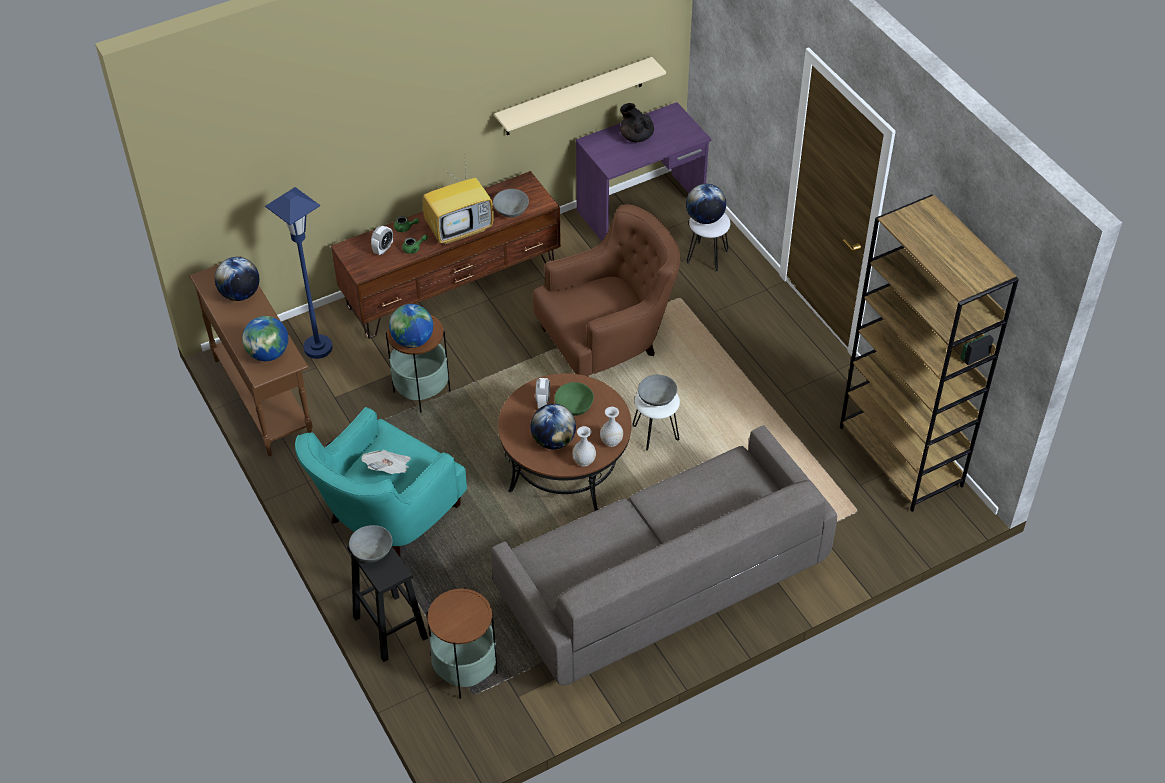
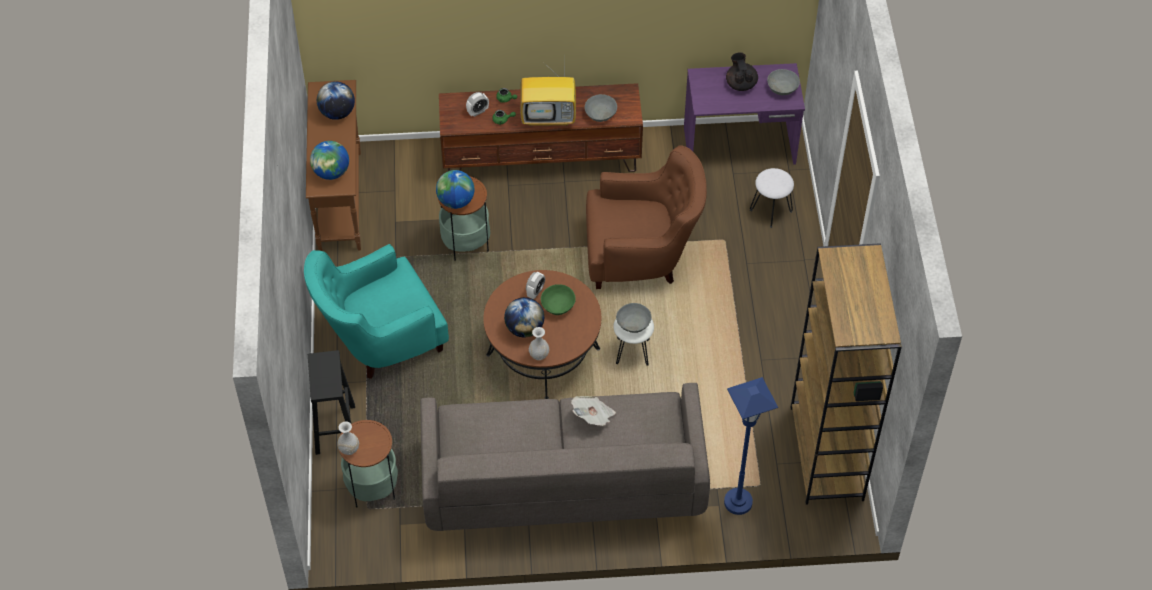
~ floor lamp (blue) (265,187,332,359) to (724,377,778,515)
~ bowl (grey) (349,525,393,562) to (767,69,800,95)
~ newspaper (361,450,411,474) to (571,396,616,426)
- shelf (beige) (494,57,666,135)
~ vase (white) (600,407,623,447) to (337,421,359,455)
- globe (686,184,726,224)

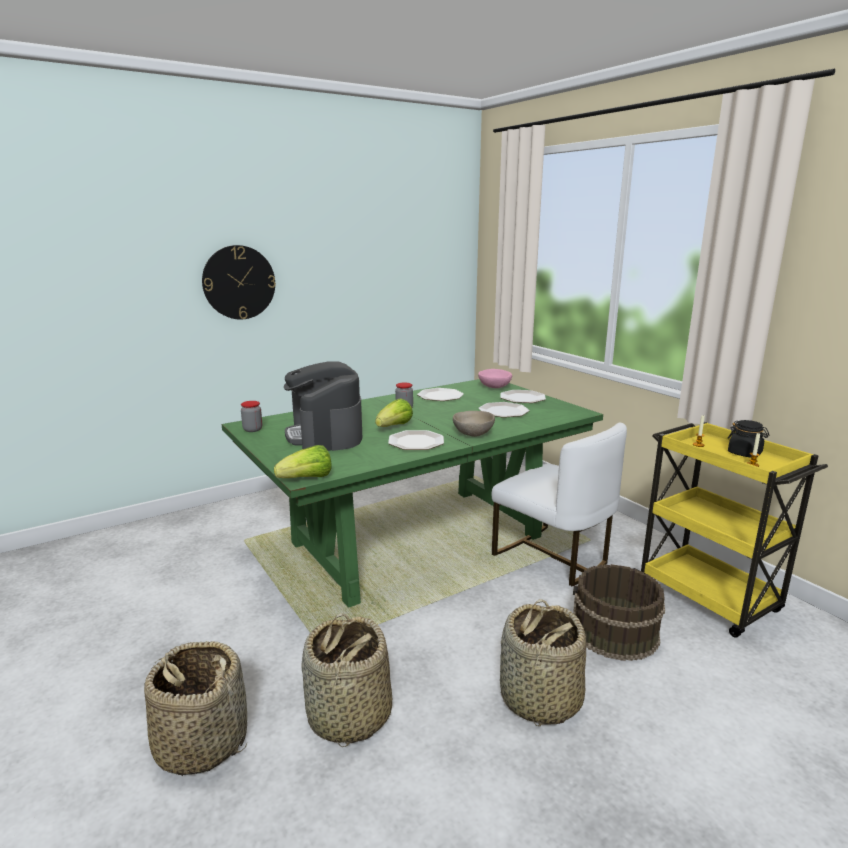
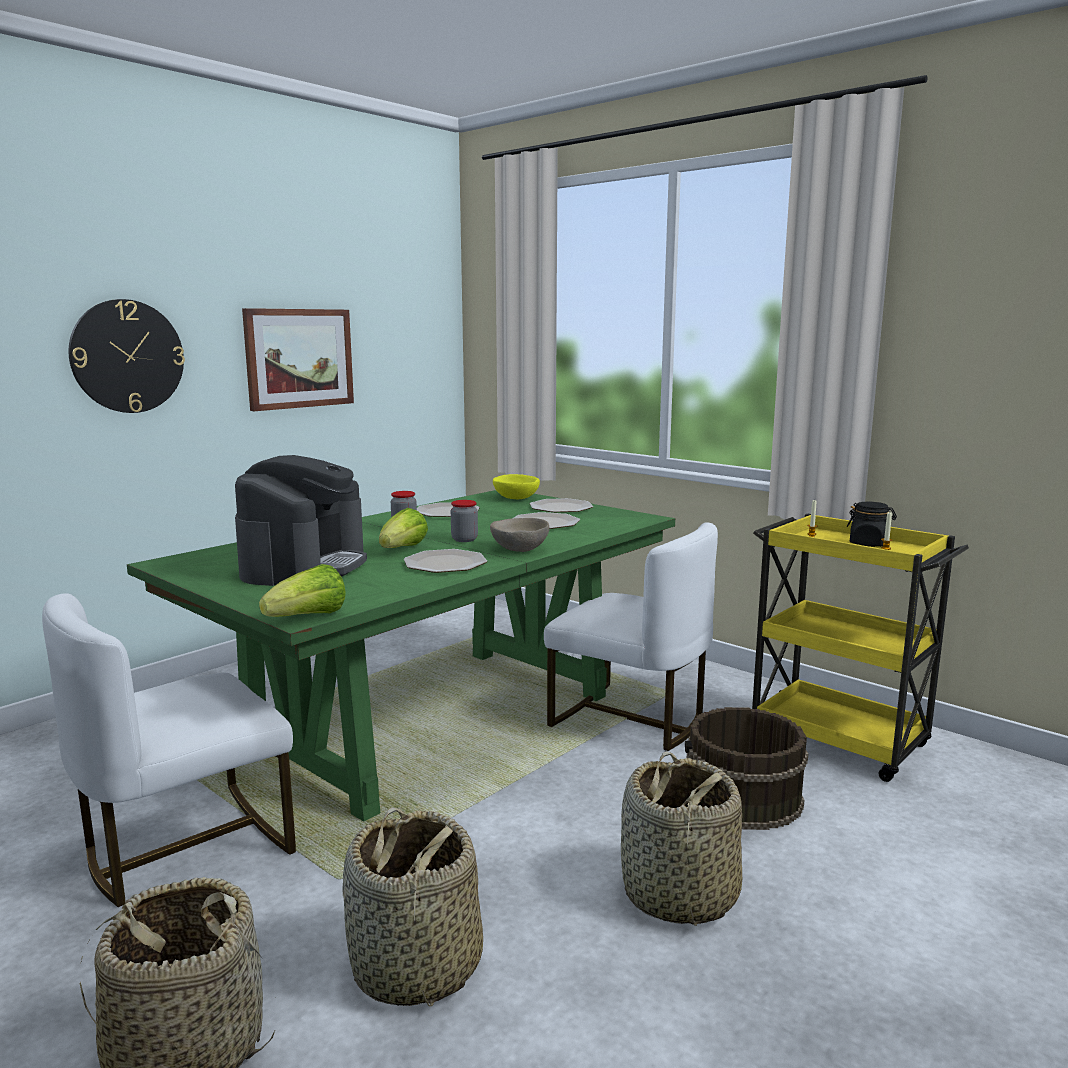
~ jar (241,401,262,432) to (451,500,478,542)
~ coffee machine (284,362,362,451) = (235,455,367,586) 135 degrees counterclockwise
~ bowl (pink) (478,369,512,388) to bowl (yellow) (493,474,540,499)
+ chair (white) (42,593,296,907)
+ picture (242,308,354,411)

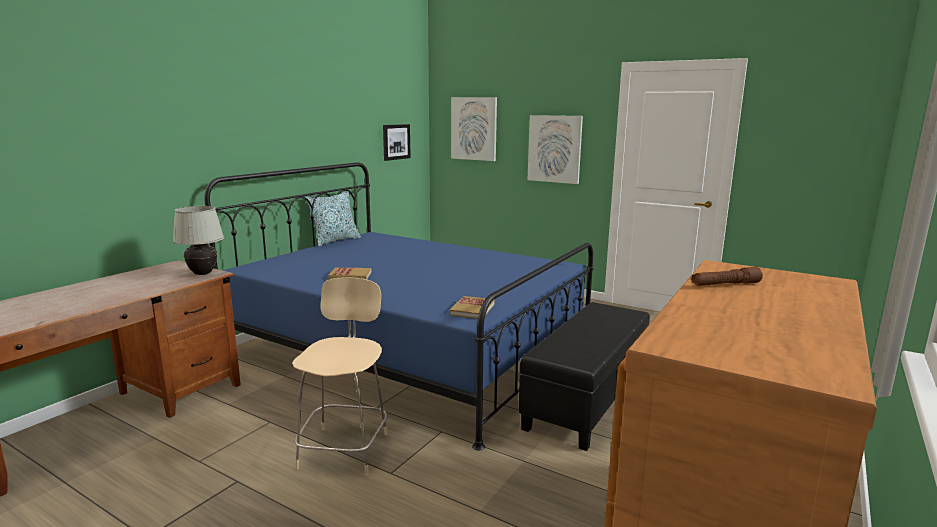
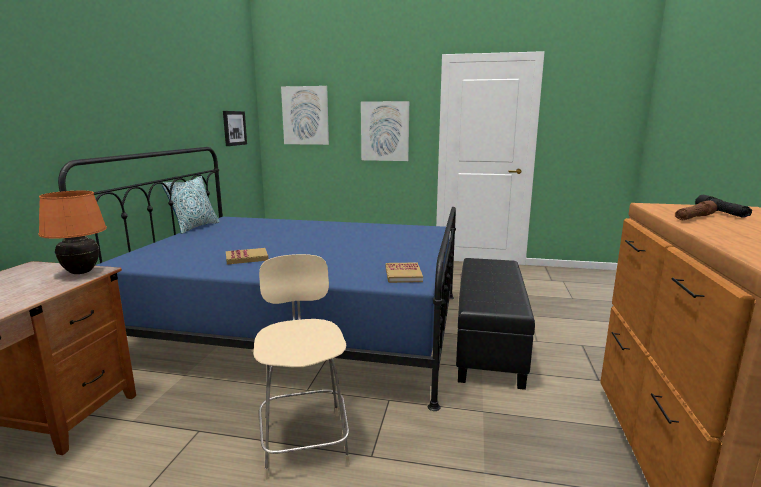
~ table lamp (white) (173,206,224,275) to table lamp (orange) (38,191,107,274)
+ flashlight (black) (695,195,752,218)

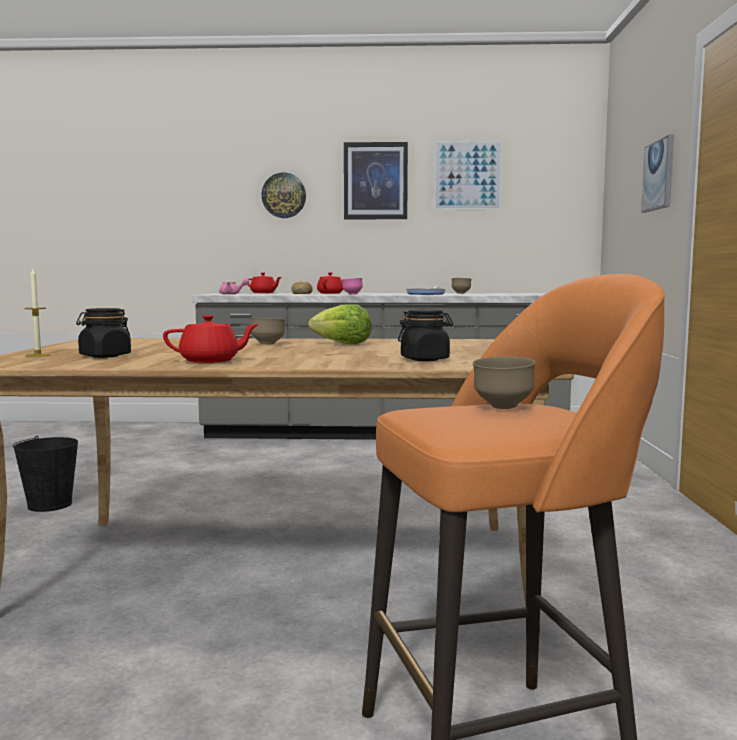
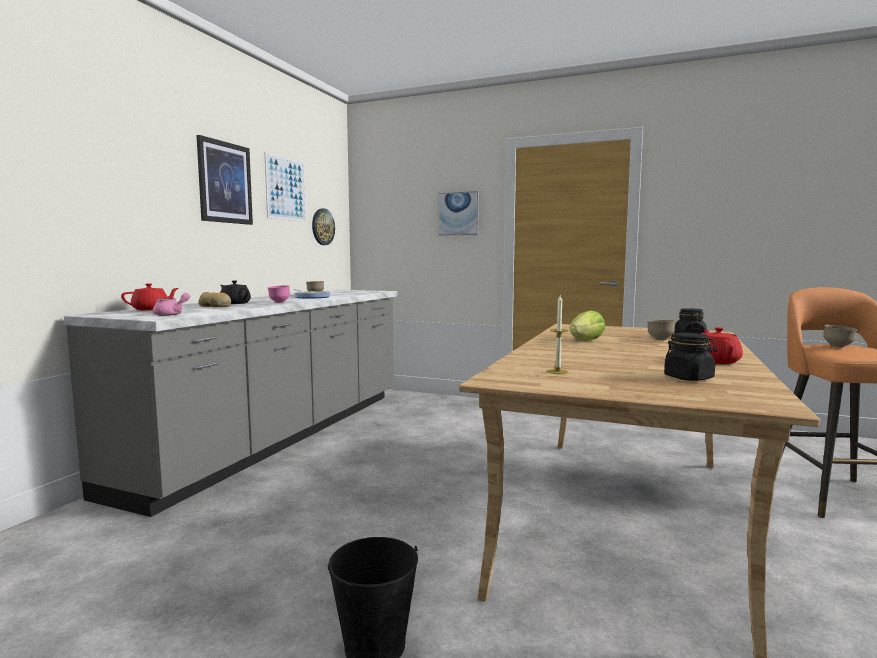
~ candle (24,269,51,357) to (547,295,569,374)
~ bowl (brown) (251,317,286,344) to (647,320,675,340)
~ wall clock (261,173,306,218) to (312,208,335,245)
~ teapot (red) (317,272,343,294) to teapot (black) (220,281,251,304)

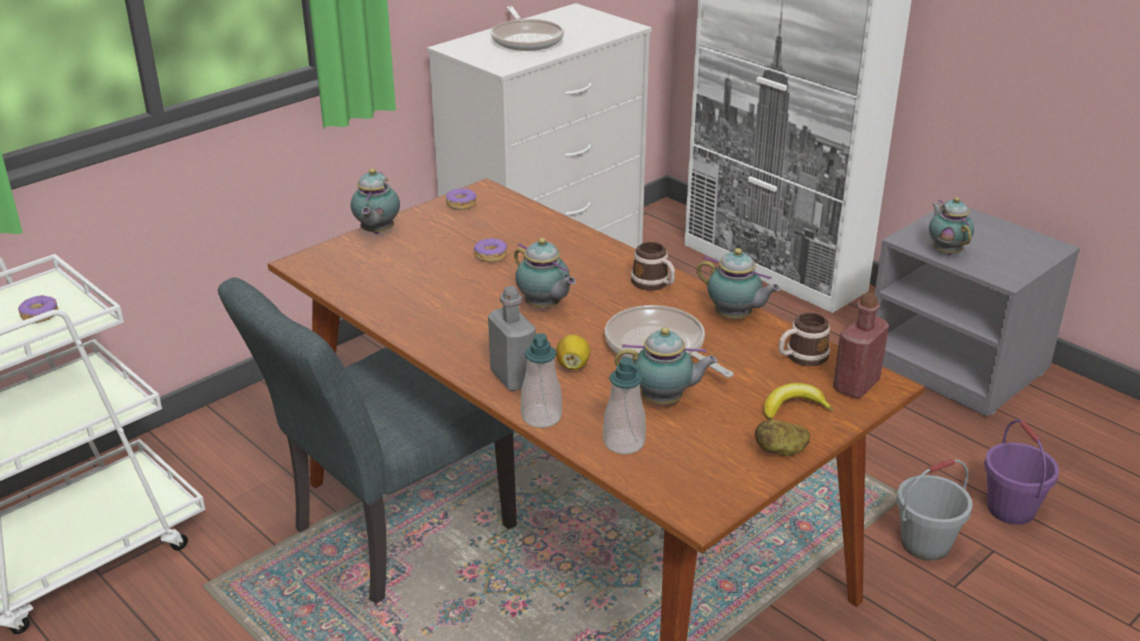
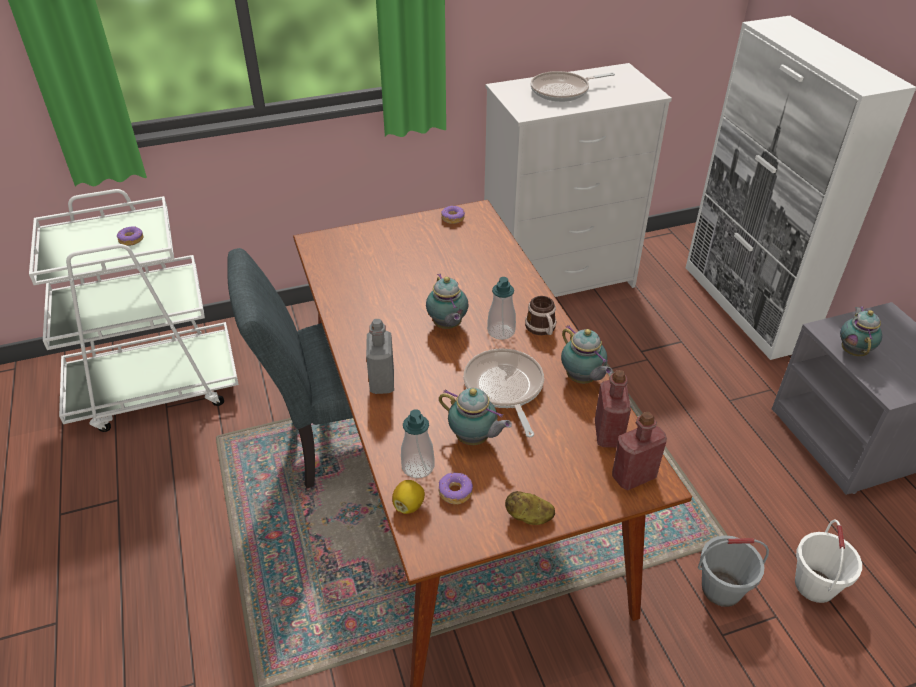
- teapot (351,168,400,234)
~ donut (473,237,507,262) to (439,472,473,504)
~ frying pan (491,6,564,51) = (530,71,615,102) 60 degrees clockwise
~ soap dispenser (521,333,562,428) to (487,277,516,340)
~ lemon (556,335,590,370) to (392,480,425,514)
- banana (764,383,833,420)
~ mug (778,312,830,366) to bottle (red) (595,370,631,448)
~ bucket (purple) (984,420,1059,525) to bucket (white) (795,520,862,603)

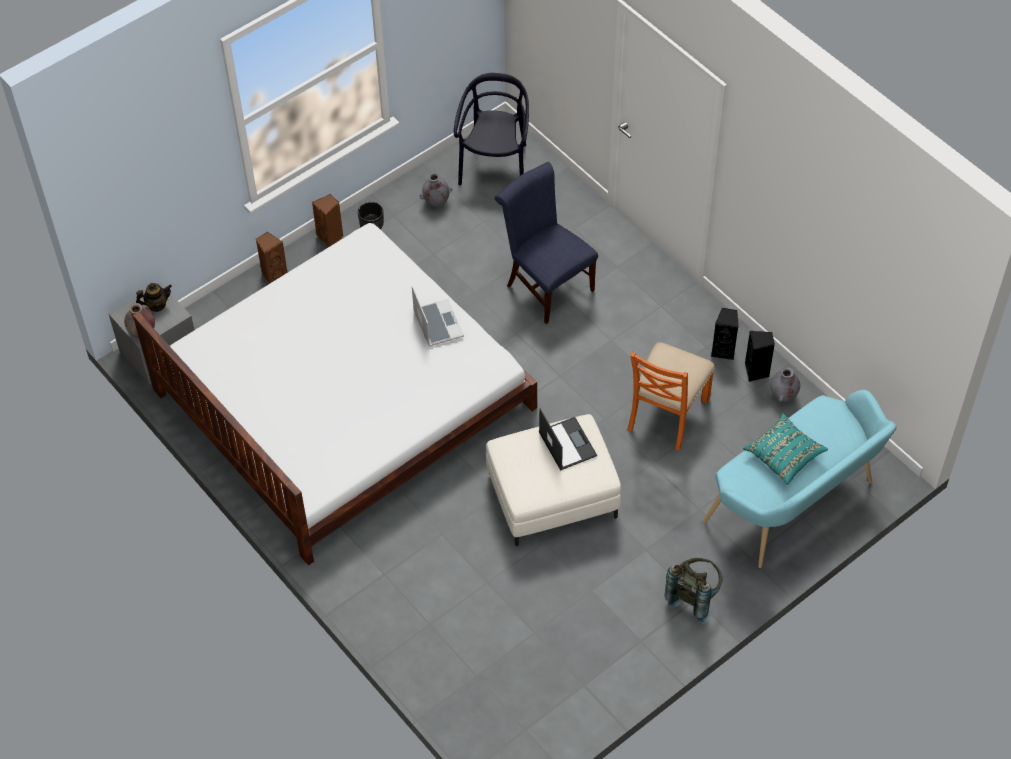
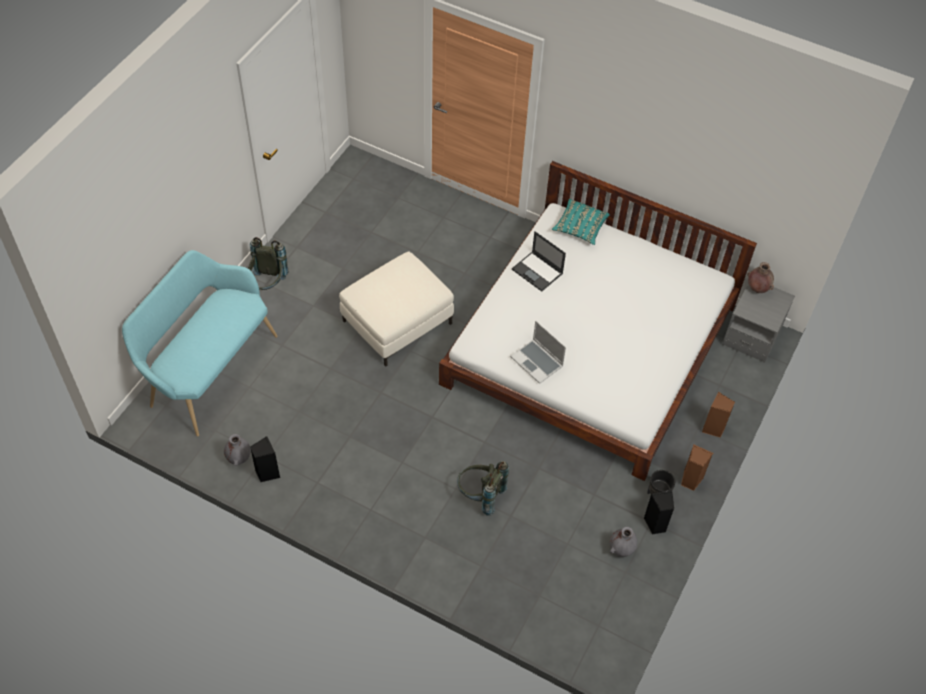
- teapot (136,283,172,312)
- chair (black) (454,73,529,186)
~ chair (blue) (495,162,598,324) to backpack (grey) (457,461,509,516)
~ laptop (539,408,597,471) to (512,231,566,292)
- chair (orange) (628,342,715,450)
~ speaker (black) (711,308,739,360) to (644,491,674,535)
~ pillow (turquoise) (743,413,828,485) to (552,199,610,245)

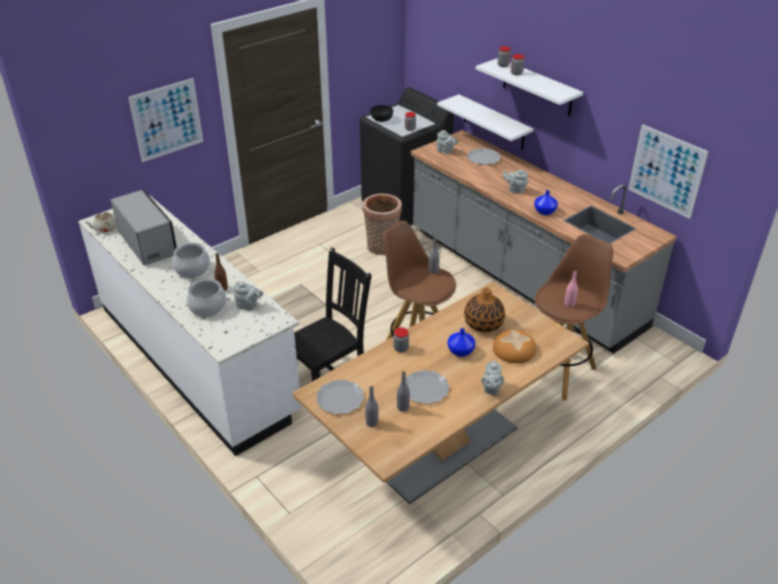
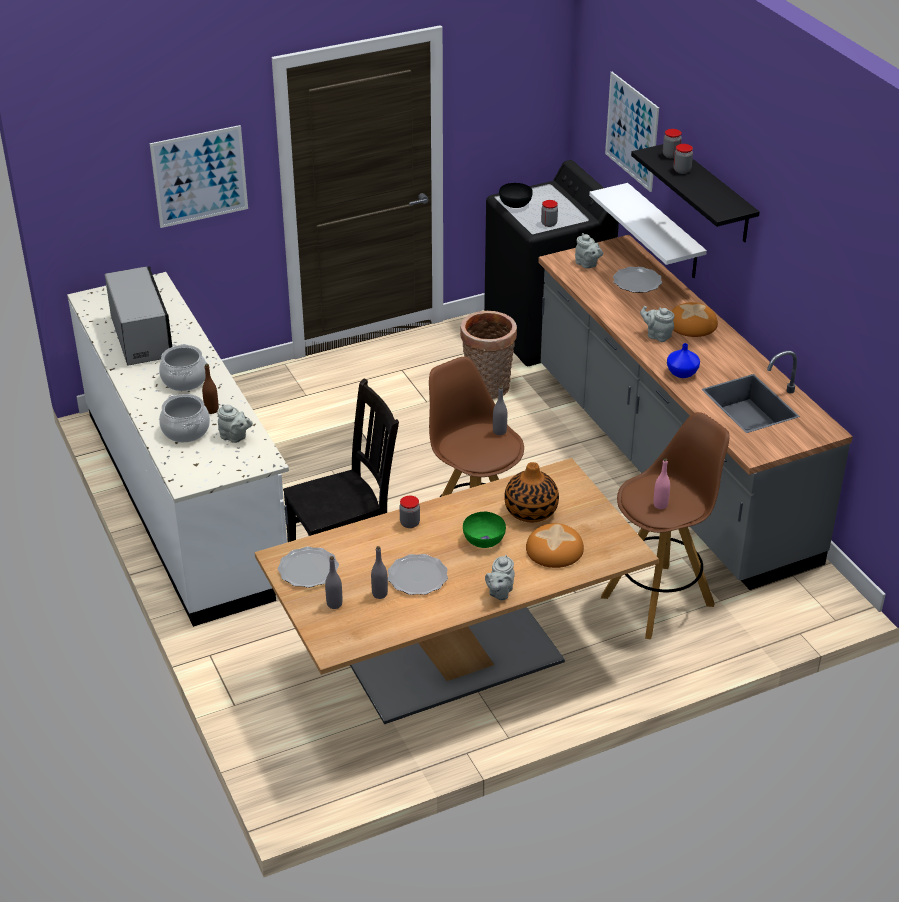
- teapot (beige) (84,212,117,232)
~ vase (blue) (448,328,475,357) to bowl (green) (463,512,506,548)
~ shelf (white) (476,58,583,116) to shelf (black) (631,144,760,242)
~ picture (628,124,709,219) to (605,72,659,192)
+ bread (671,302,718,337)

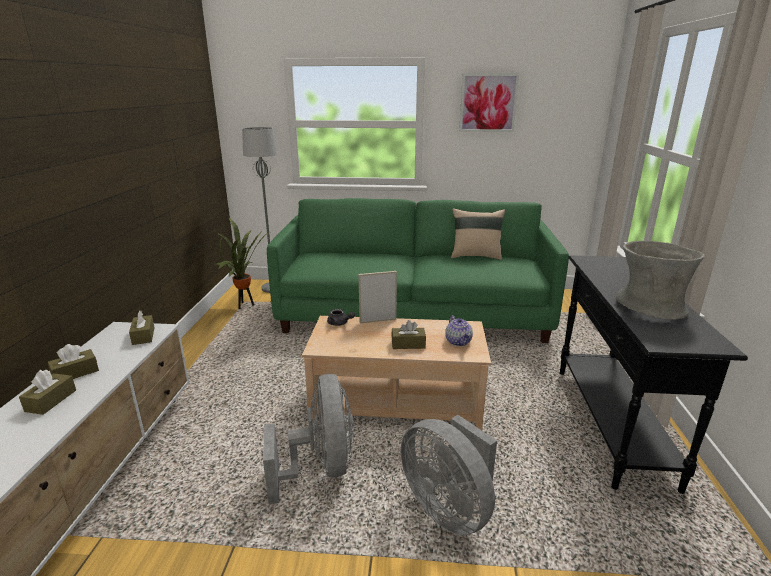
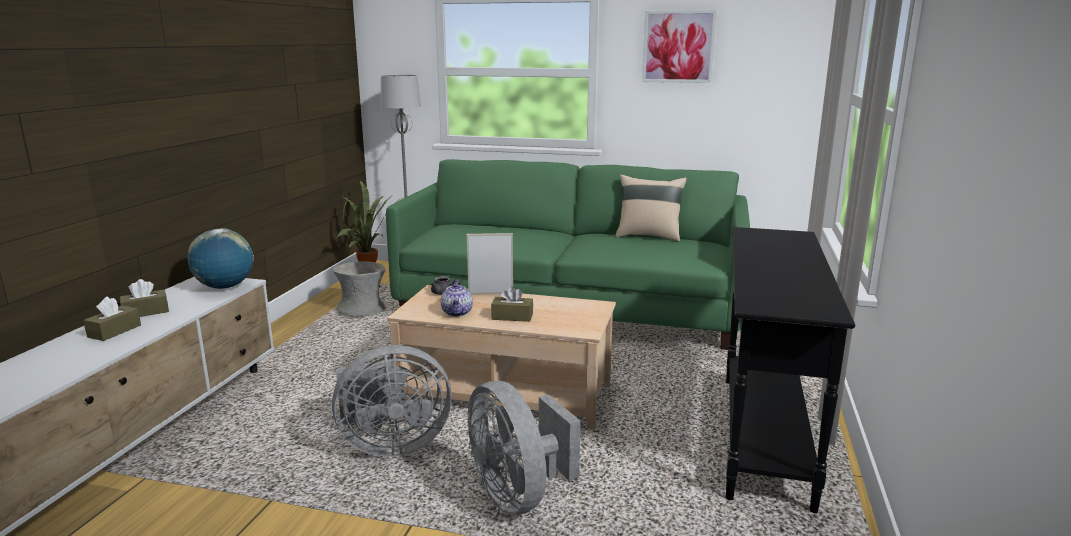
~ tissue box (brown) (129,310,155,345) to globe (188,228,254,289)
~ fan (grey) (263,374,353,504) = (332,345,452,457) 75 degrees clockwise
~ teapot (445,315,473,346) to (441,282,473,317)
~ vase (grey) (615,241,705,320) to (333,261,386,317)

